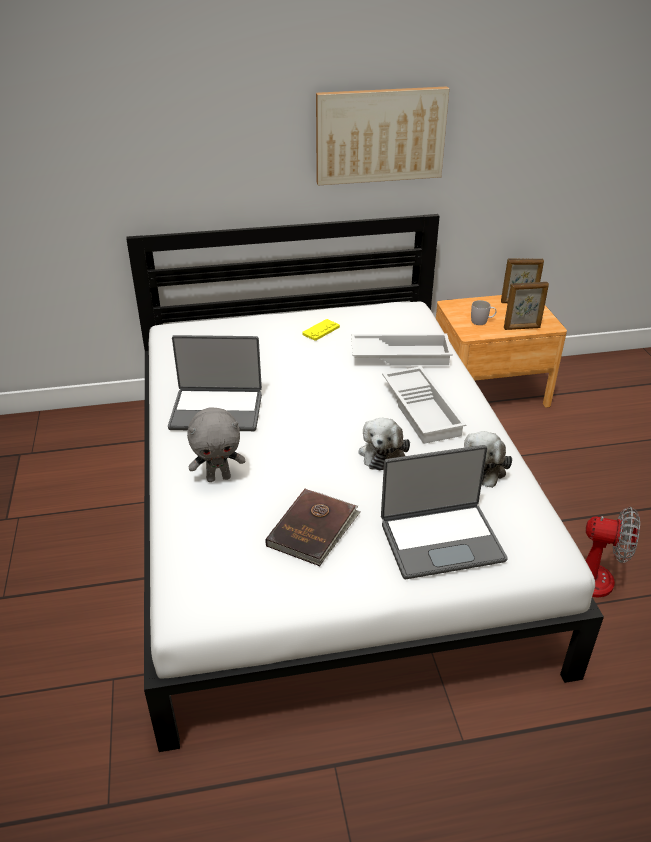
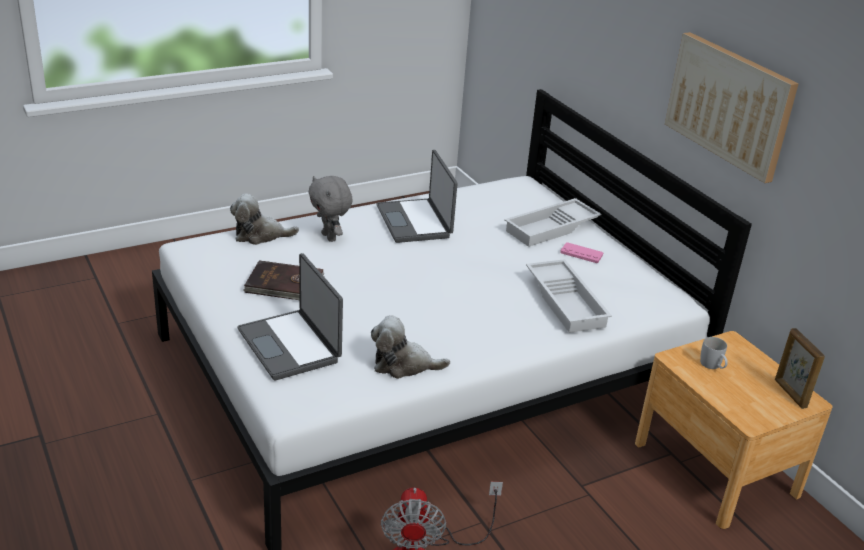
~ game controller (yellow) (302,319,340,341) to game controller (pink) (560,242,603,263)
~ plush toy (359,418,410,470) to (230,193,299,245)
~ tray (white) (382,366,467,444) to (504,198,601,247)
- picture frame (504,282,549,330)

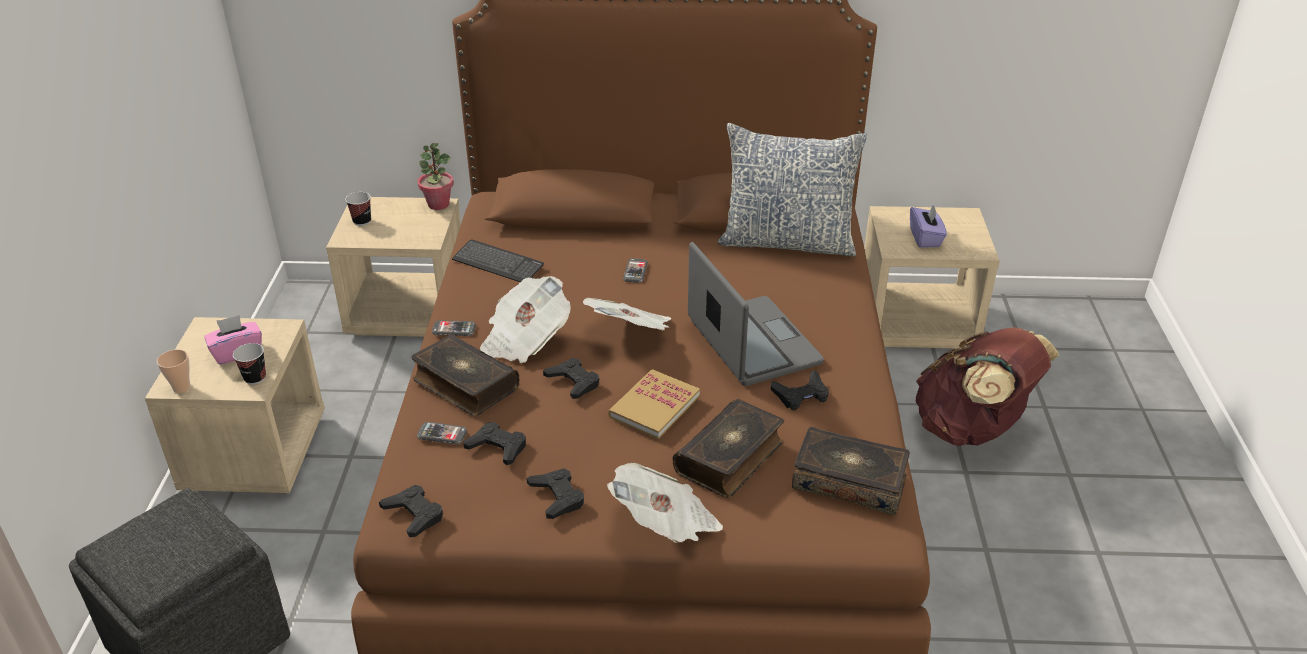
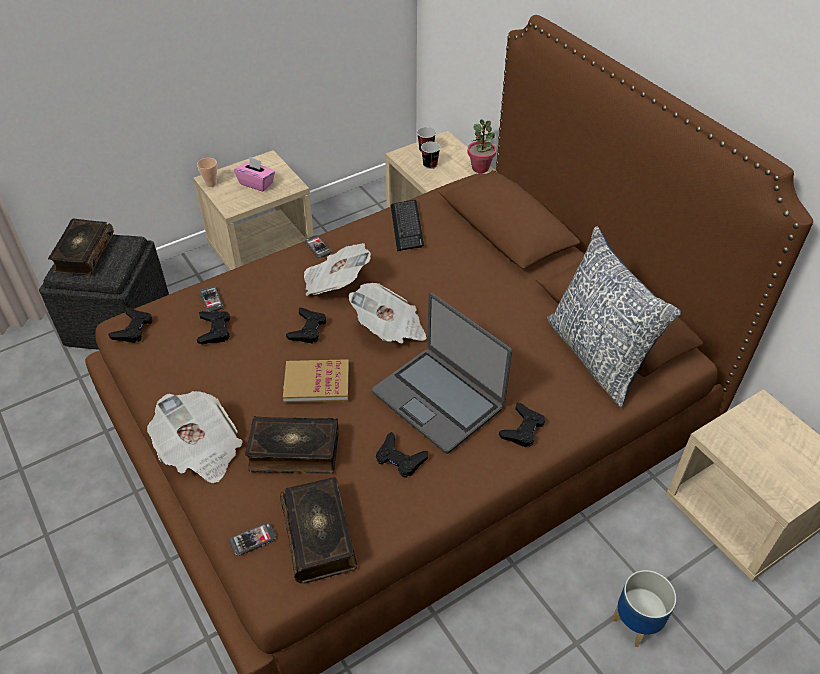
~ cup (233,343,266,385) to (421,142,440,169)
~ book (411,334,519,416) to (48,218,114,275)
~ game controller (black) (526,468,584,519) to (499,403,545,447)
~ phone (623,258,648,283) to (230,522,276,556)
~ laptop (688,242,824,386) = (372,293,512,454) 105 degrees clockwise
- tissue box (purple) (910,204,947,248)
~ backpack (brown) (916,327,1059,446) to planter (612,570,676,647)

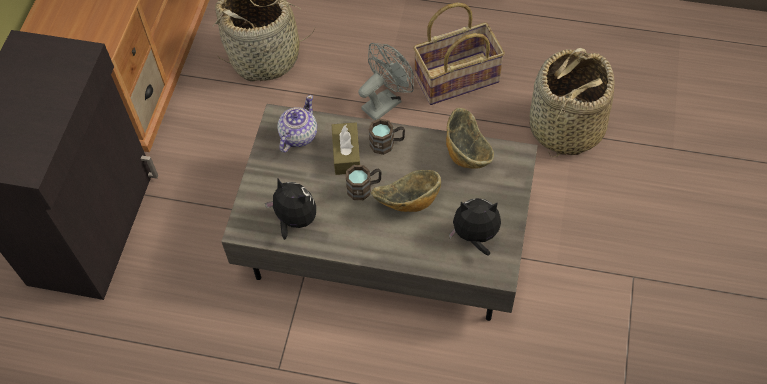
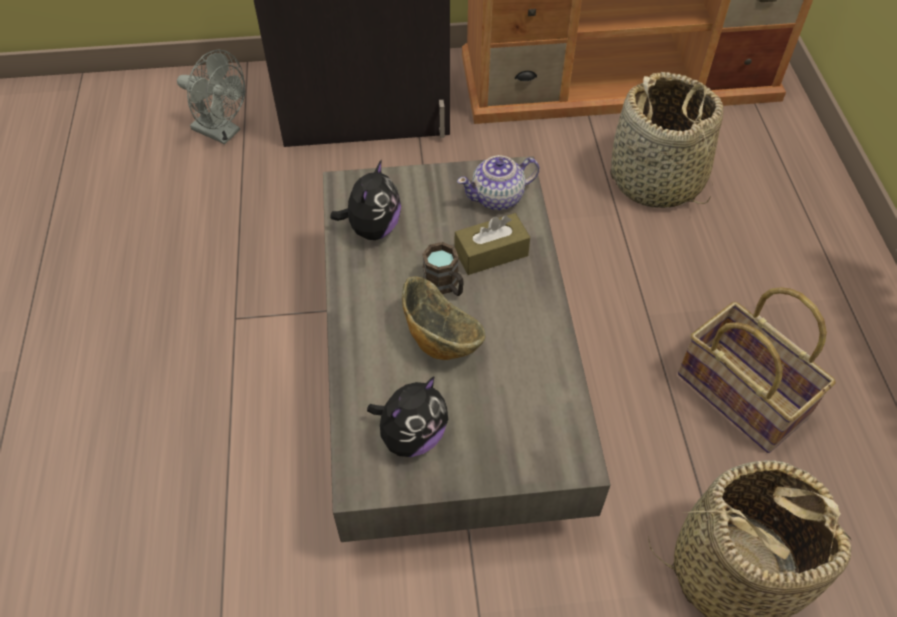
~ teapot (277,95,317,153) = (457,155,540,210) 150 degrees clockwise
~ fan (grey) (358,43,414,120) to (177,50,245,144)
- mug (brown) (369,118,405,155)
- bowl (446,108,494,169)
~ plush toy (449,198,501,256) = (367,376,448,457) 60 degrees clockwise

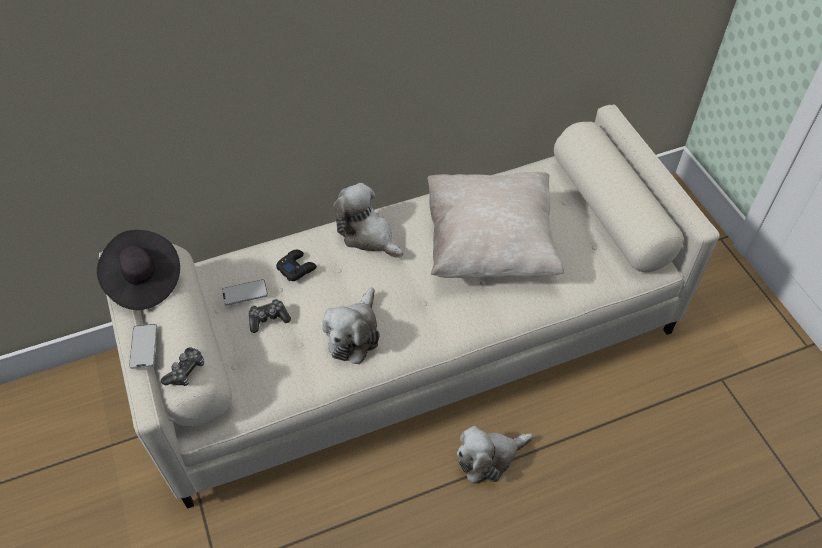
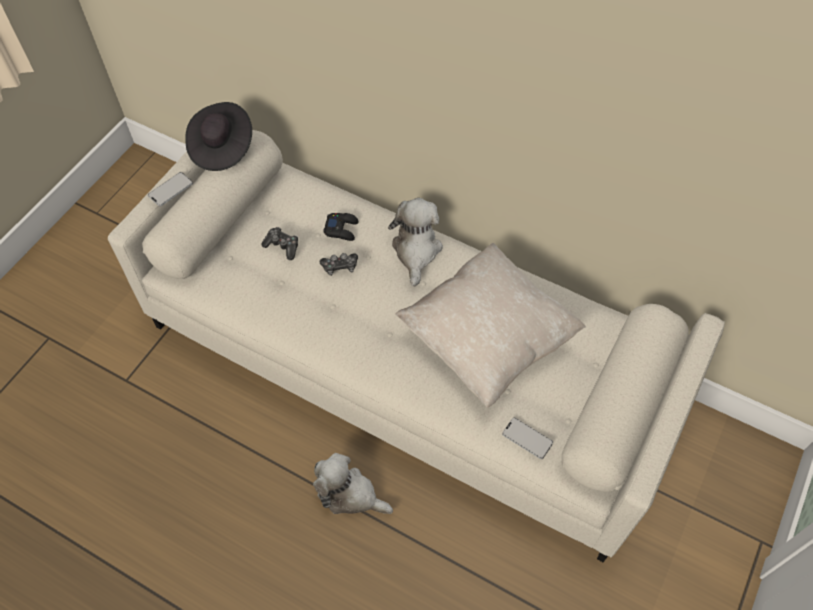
~ game controller (161,347,204,386) to (319,253,358,276)
~ phone (222,279,268,306) to (502,417,553,459)
- plush toy (322,287,380,364)

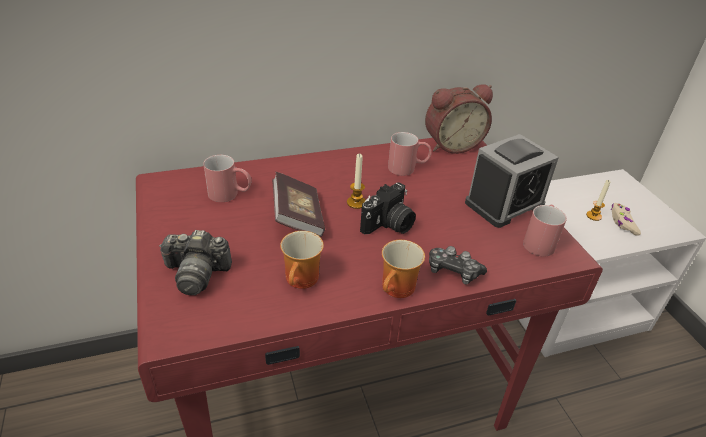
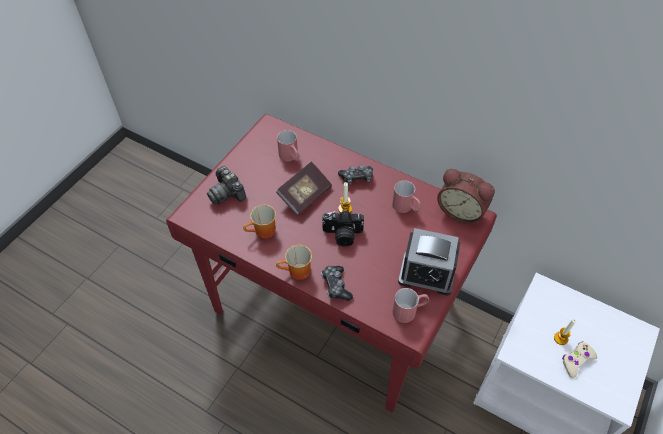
+ game controller (338,165,373,185)

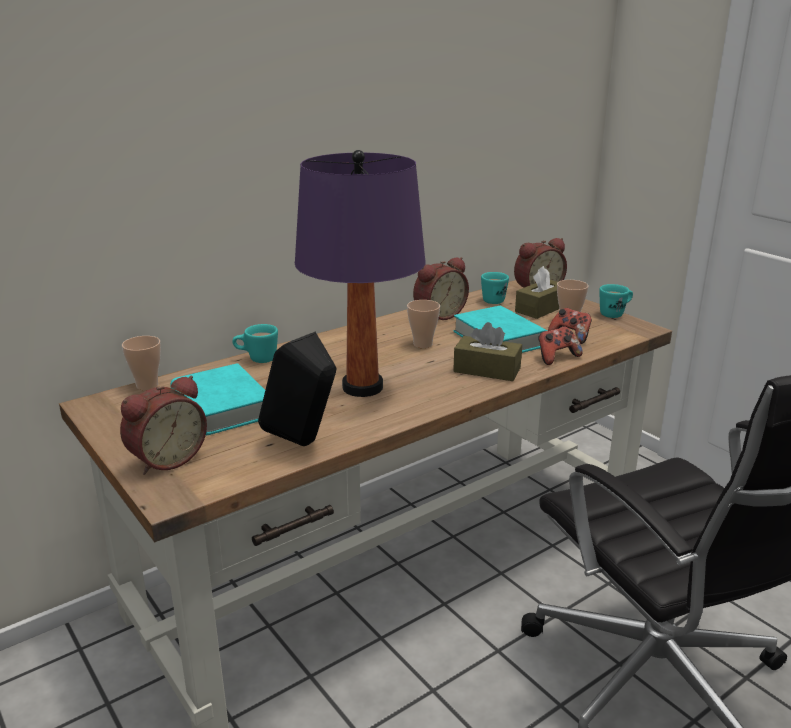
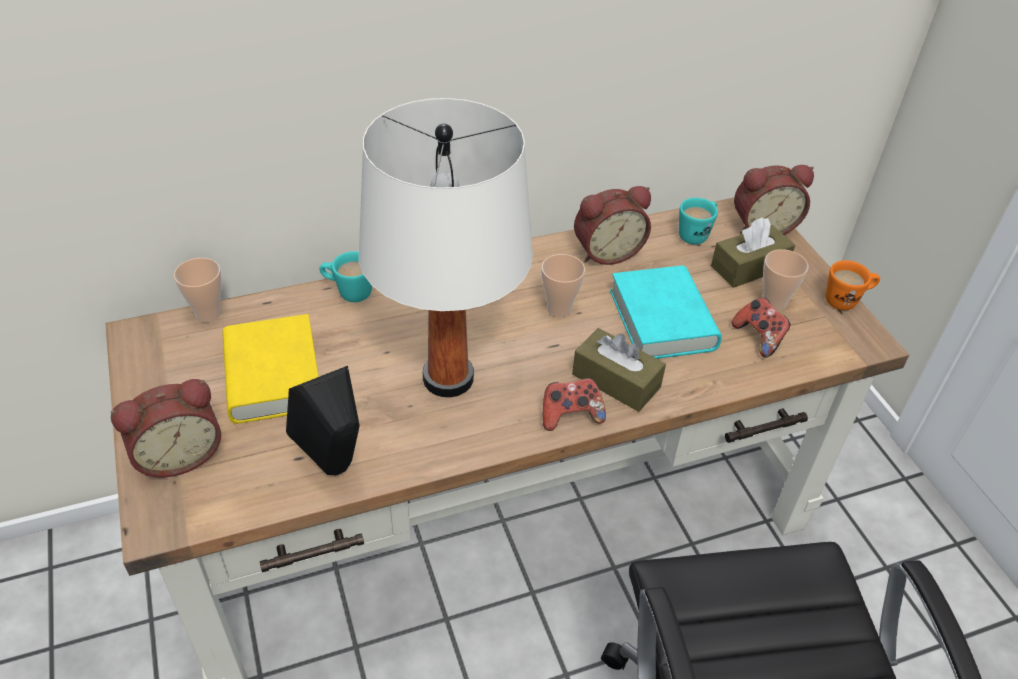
~ book (turquoise) (170,363,265,435) to book (yellow) (222,314,319,424)
~ table lamp (purple) (295,150,425,397) to table lamp (white) (359,98,533,397)
~ game controller (538,327,583,365) to (543,378,606,431)
~ mug (turquoise) (599,284,633,318) to mug (orange) (825,260,880,310)

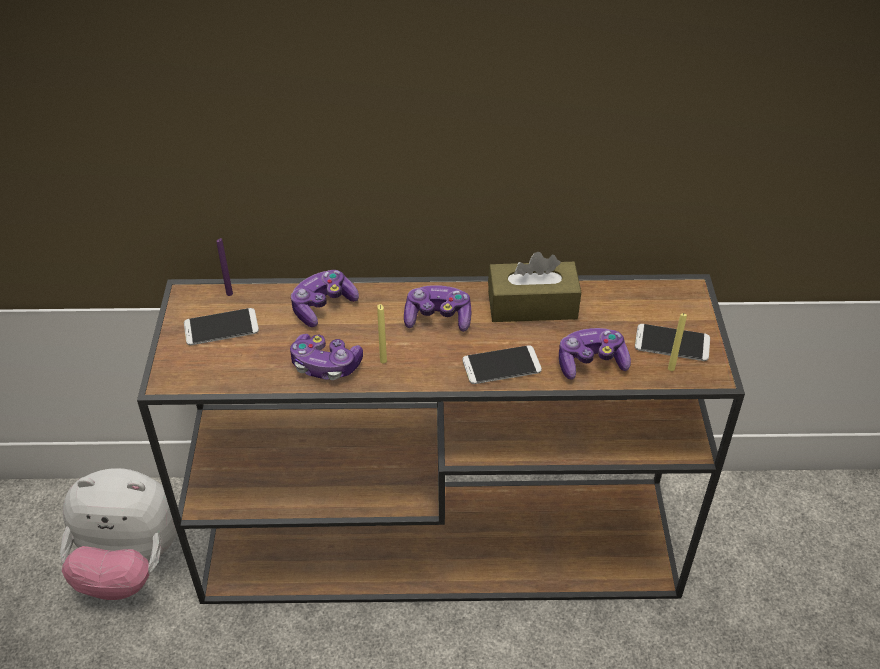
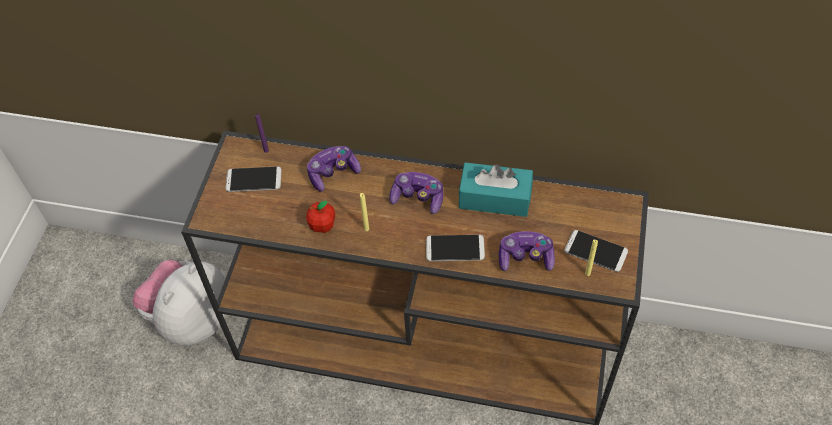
~ plush toy (60,468,178,600) = (132,260,226,346) 105 degrees clockwise
~ game controller (290,334,363,380) to apple (306,201,335,233)
~ tissue box (brown) (488,252,581,322) to tissue box (turquoise) (458,162,533,217)

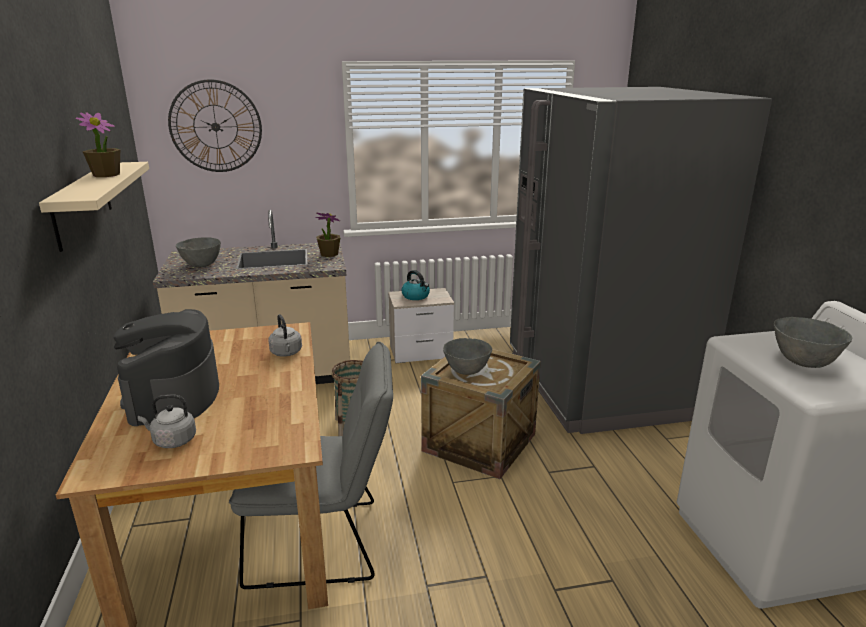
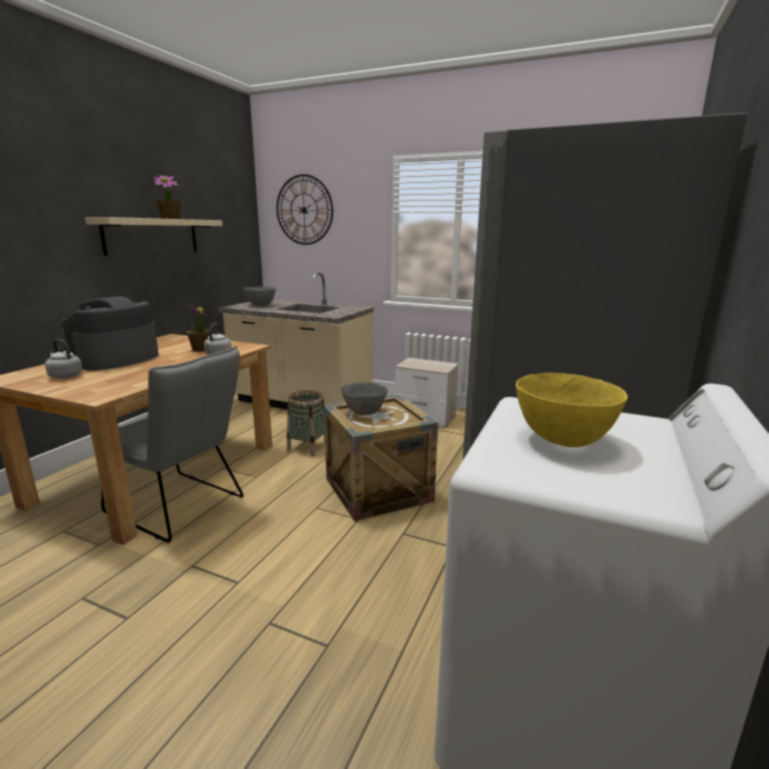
~ potted plant (315,213,340,257) to (187,304,213,352)
- kettle (401,270,430,300)
~ bowl (grey) (774,317,852,368) to bowl (yellow) (516,373,628,447)

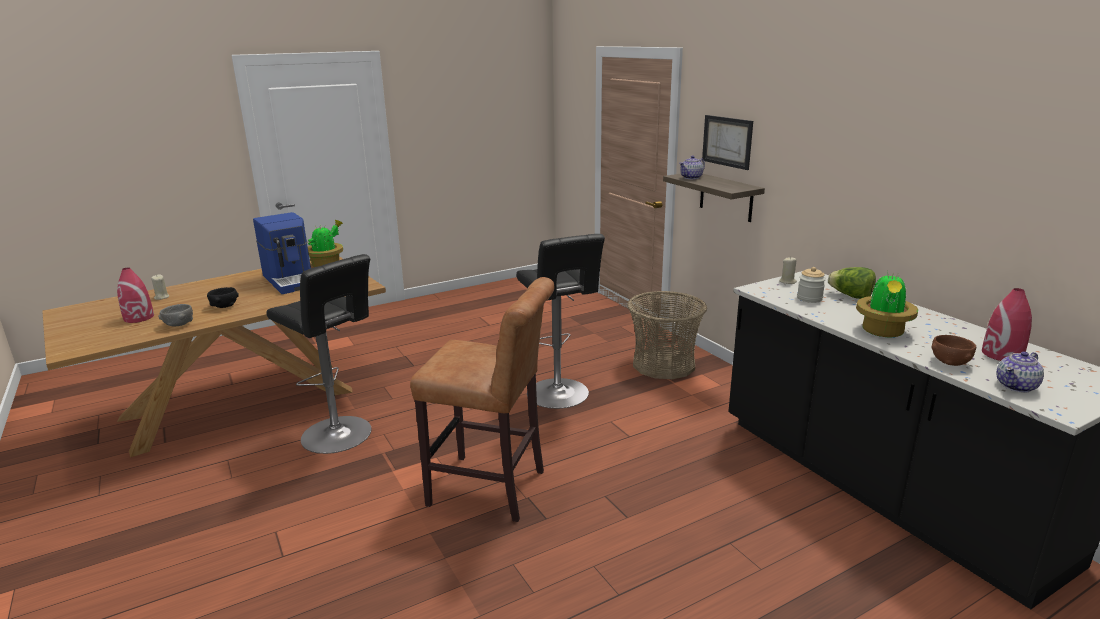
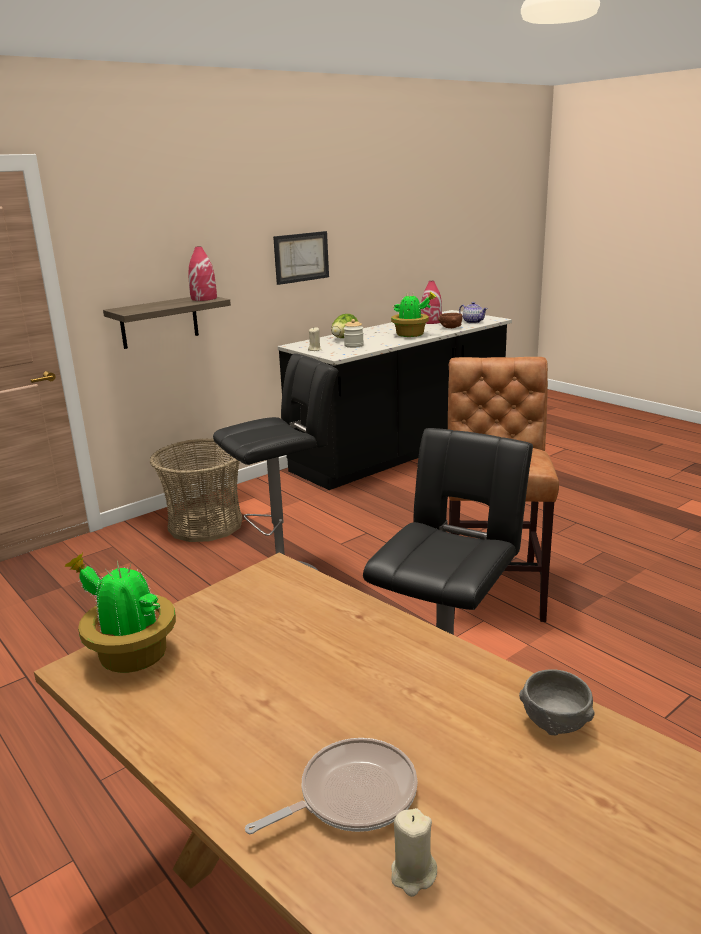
~ vase (red) (117,267,154,323) to (188,246,217,301)
- bowl (black) (207,287,239,308)
- coffee machine (253,212,311,294)
- teapot (679,156,705,179)
~ picture (702,115,753,170) to (273,231,329,285)
+ frying pan (245,738,417,834)

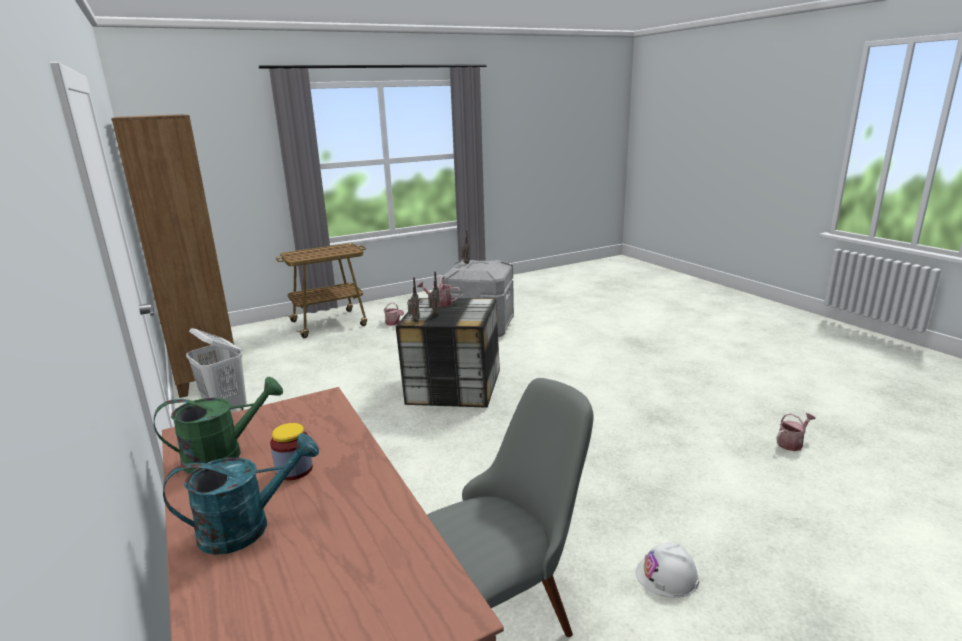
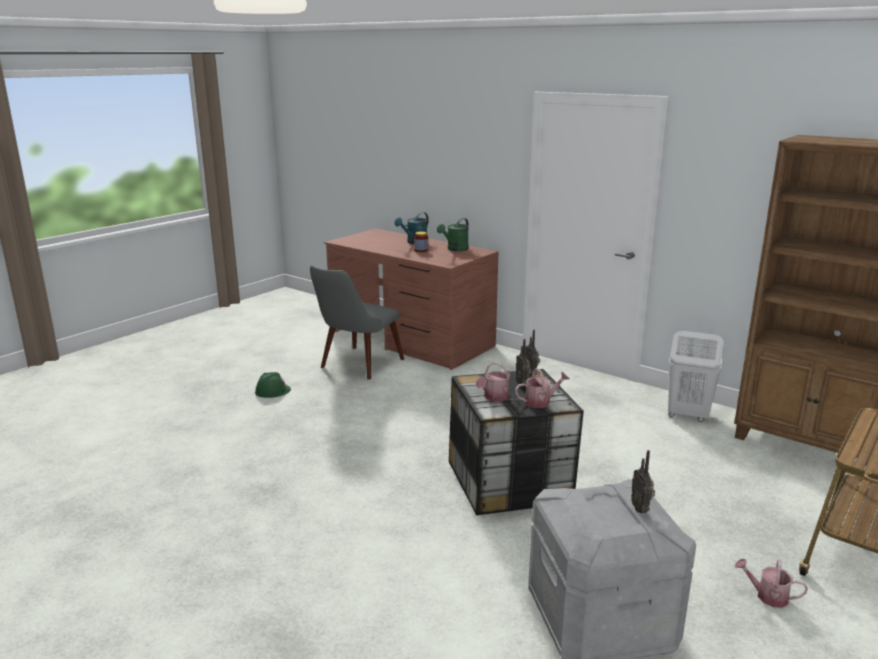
~ hard hat (white) (636,543,699,598) to hard hat (green) (255,372,291,398)
~ watering can (776,413,816,451) to (476,362,510,401)

